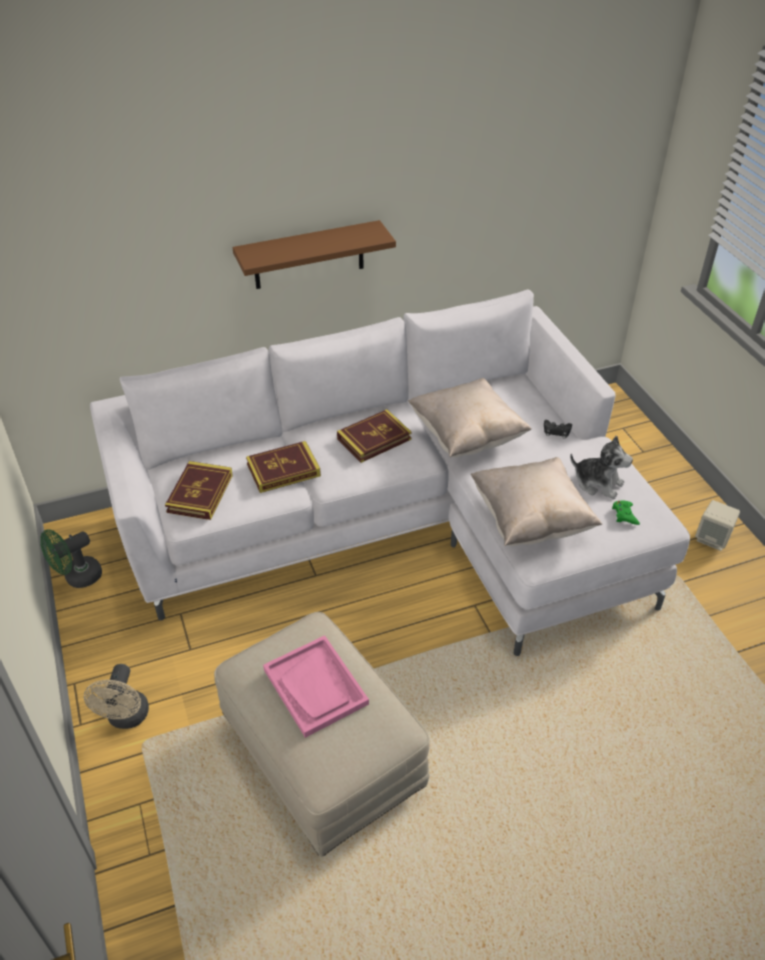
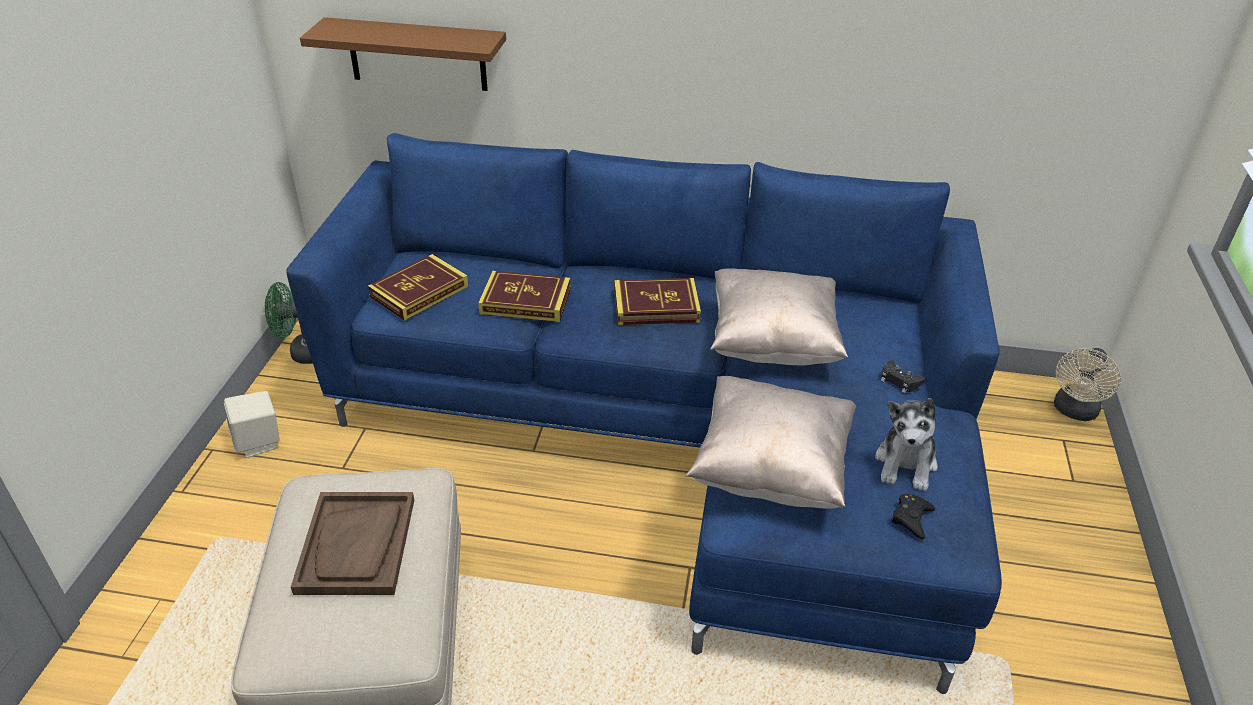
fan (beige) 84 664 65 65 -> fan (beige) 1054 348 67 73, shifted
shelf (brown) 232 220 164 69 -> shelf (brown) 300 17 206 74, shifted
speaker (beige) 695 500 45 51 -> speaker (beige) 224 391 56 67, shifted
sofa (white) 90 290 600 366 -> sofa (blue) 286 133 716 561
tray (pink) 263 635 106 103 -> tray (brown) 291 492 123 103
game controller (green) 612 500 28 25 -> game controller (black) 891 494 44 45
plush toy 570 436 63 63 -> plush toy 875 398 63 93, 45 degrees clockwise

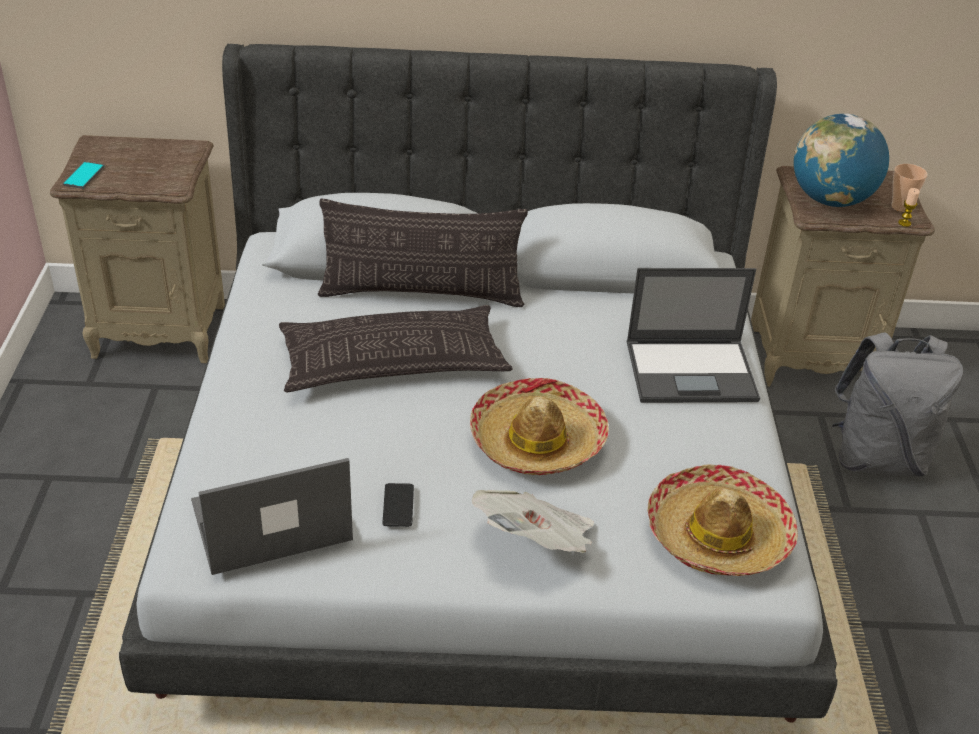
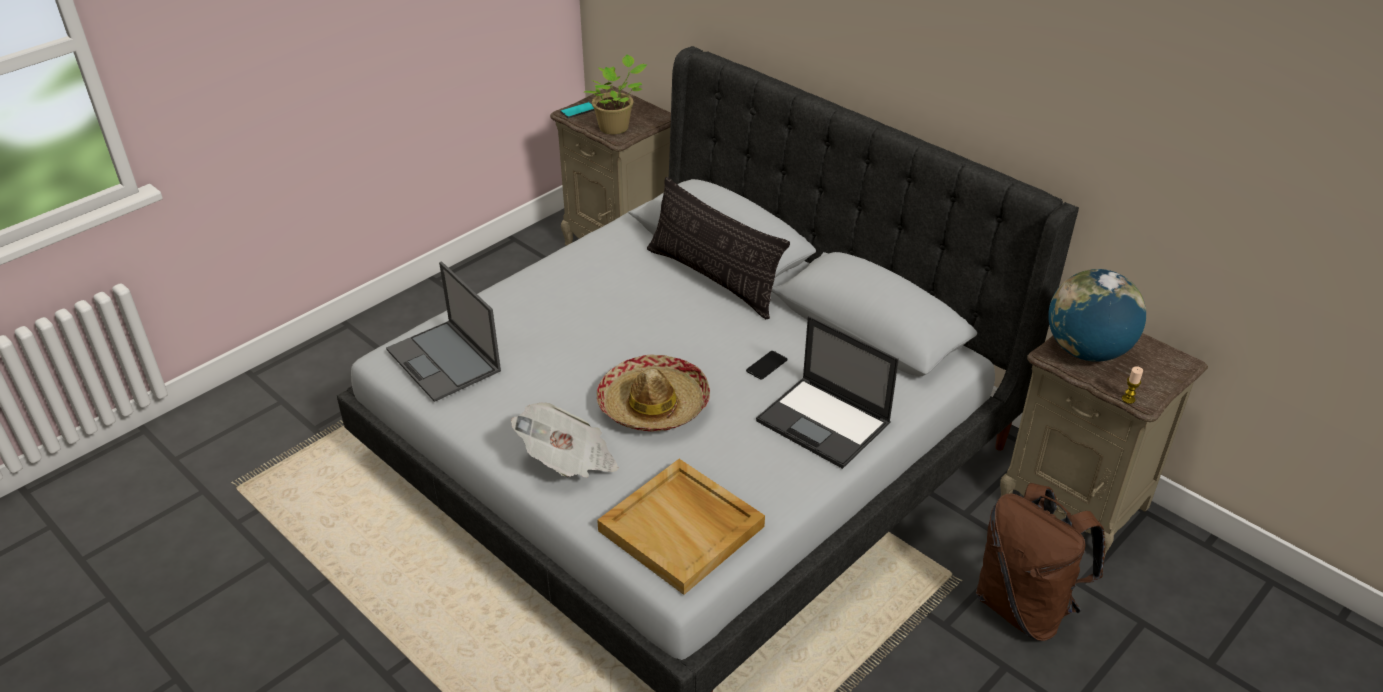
pillow 279 305 234 87 -> none
cup 891 164 37 48 -> none
none -> potted plant 583 54 64 80
phone 382 483 32 44 -> phone 746 351 42 28, shifted
hat 647 464 151 112 -> tray (beige) 597 459 168 136
backpack (grey) 832 332 131 145 -> backpack (brown) 976 483 129 158
laptop 191 458 162 117 -> laptop 386 261 115 141, 150 degrees counterclockwise

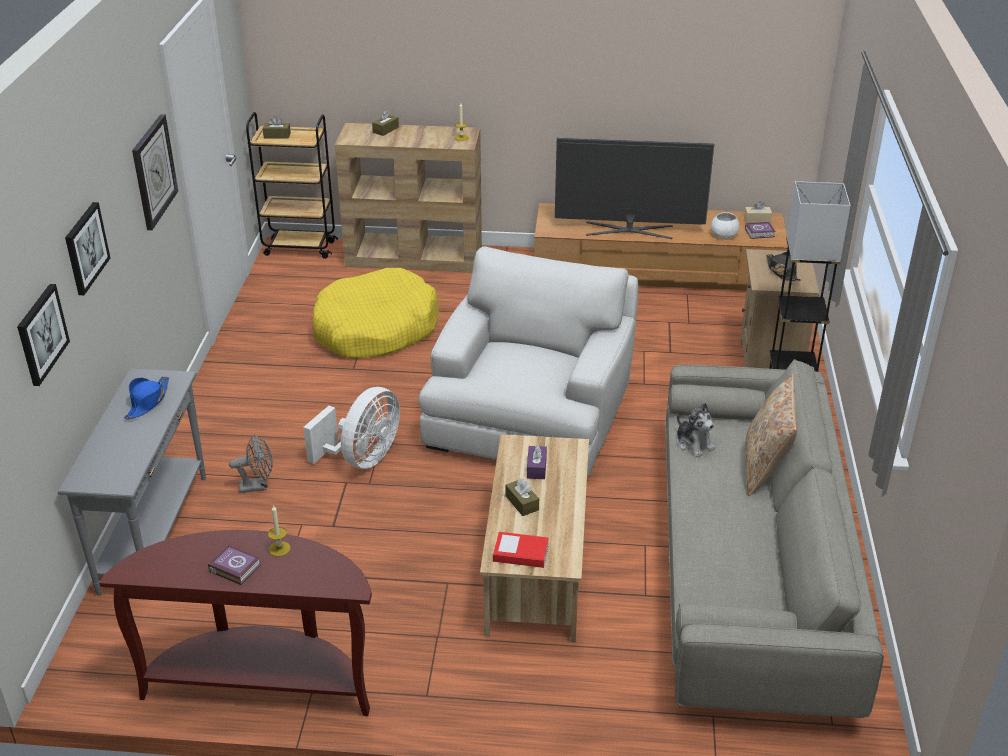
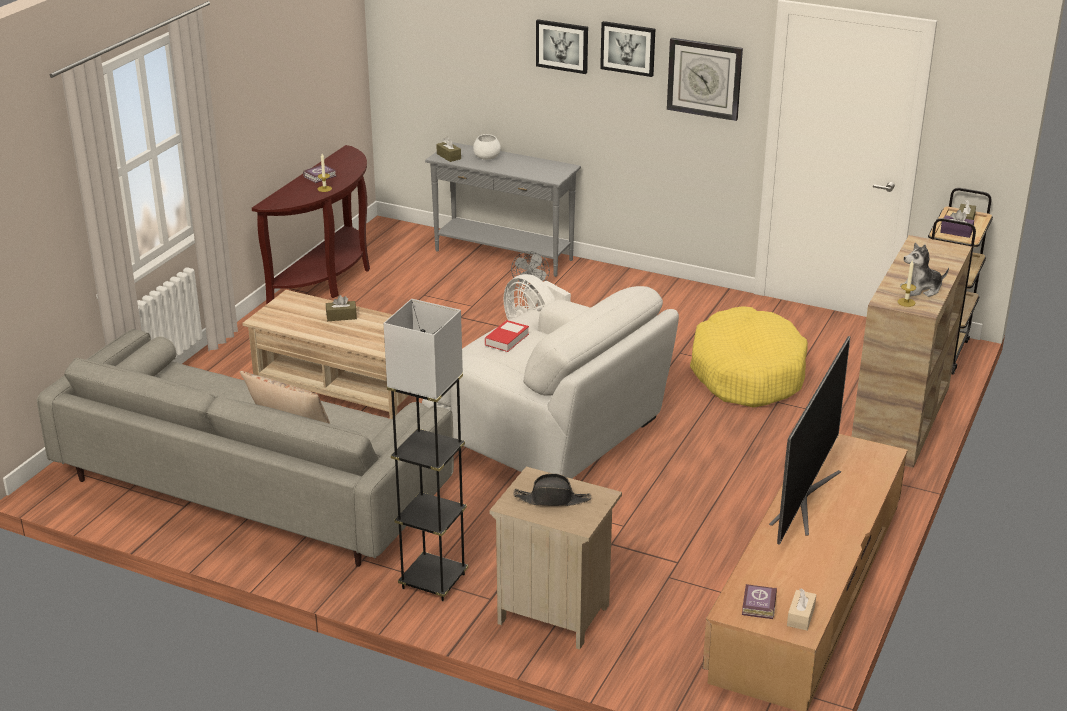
hat (blue) 124 377 45 42 -> none
picture 17 284 53 102 -> picture 600 21 55 56, shifted
tissue box (brown) 372 110 27 26 -> tissue box (brown) 436 137 25 25, shifted
book 493 532 56 36 -> book 485 320 44 32, shifted
tissue box (purple) 527 443 20 36 -> tissue box (purple) 940 210 34 28, shifted
plush toy 677 403 38 54 -> plush toy 900 243 49 54, shifted
bowl (white) 711 212 28 27 -> bowl (white) 473 134 28 26, shifted

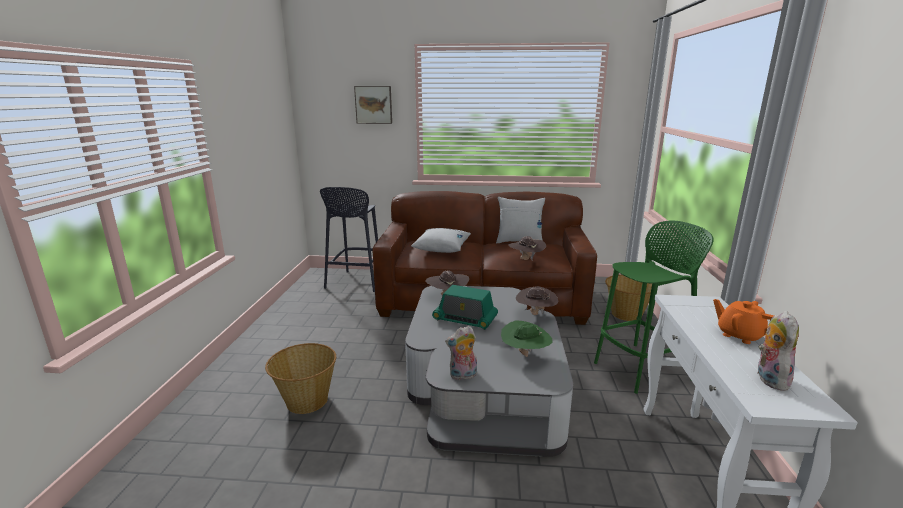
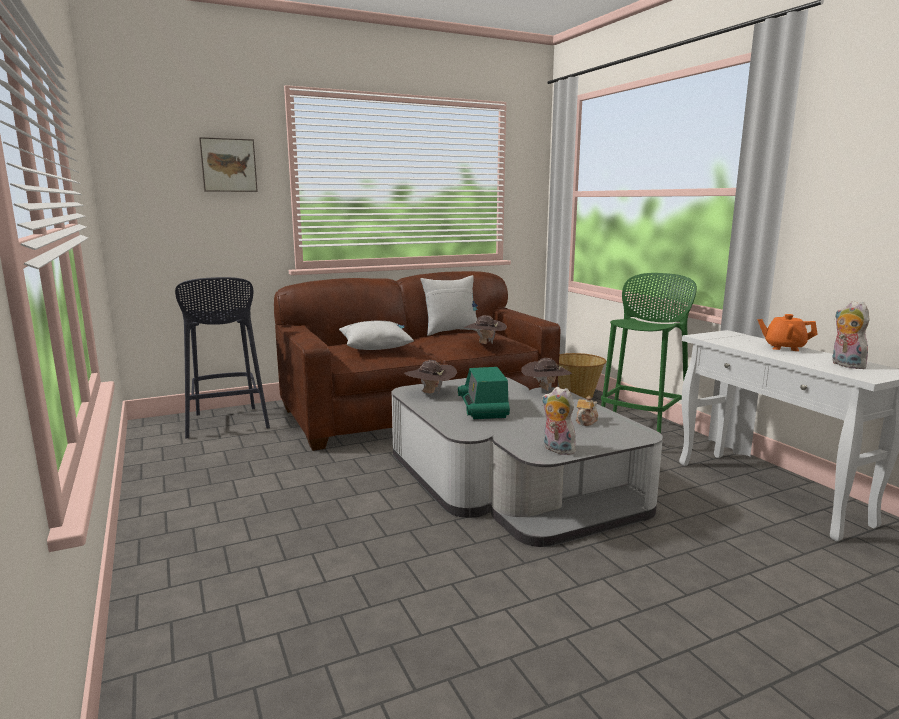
basket 265 343 71 71 -> none
hat (green) 501 320 52 37 -> teapot 576 396 22 30
radio 432 285 66 45 -> radio 458 367 52 52, 90 degrees clockwise
plush toy 445 326 32 54 -> plush toy 542 387 34 68, 90 degrees clockwise

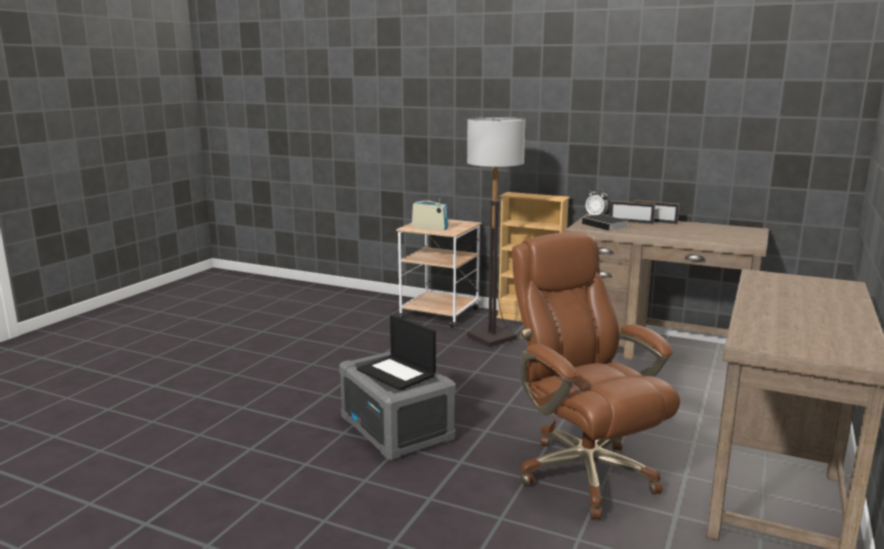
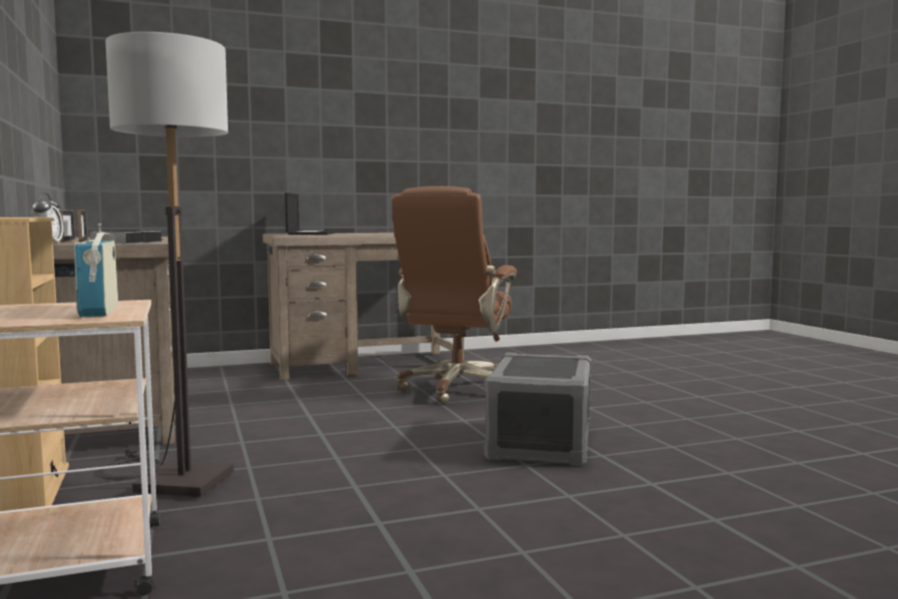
laptop 357 315 79 75 -> laptop 285 193 51 42, shifted

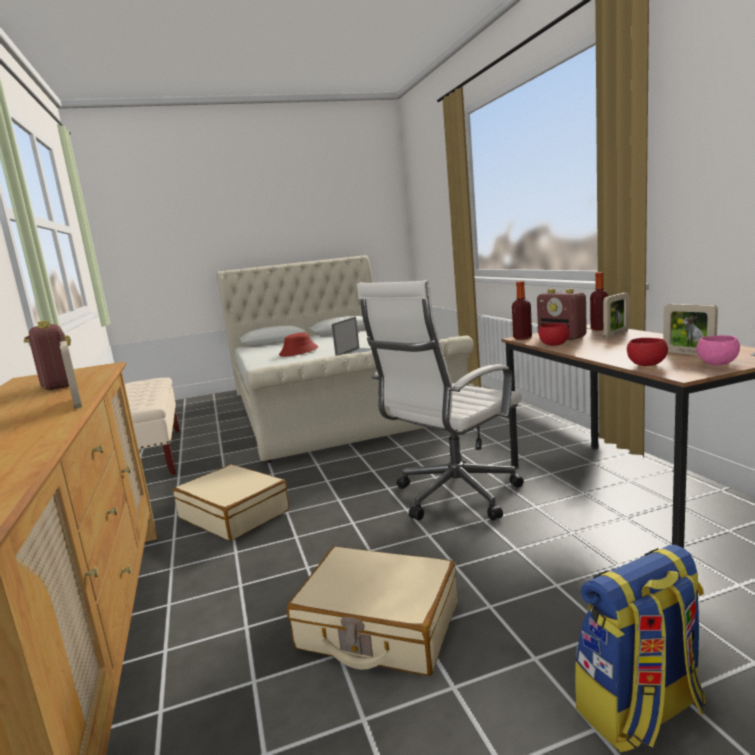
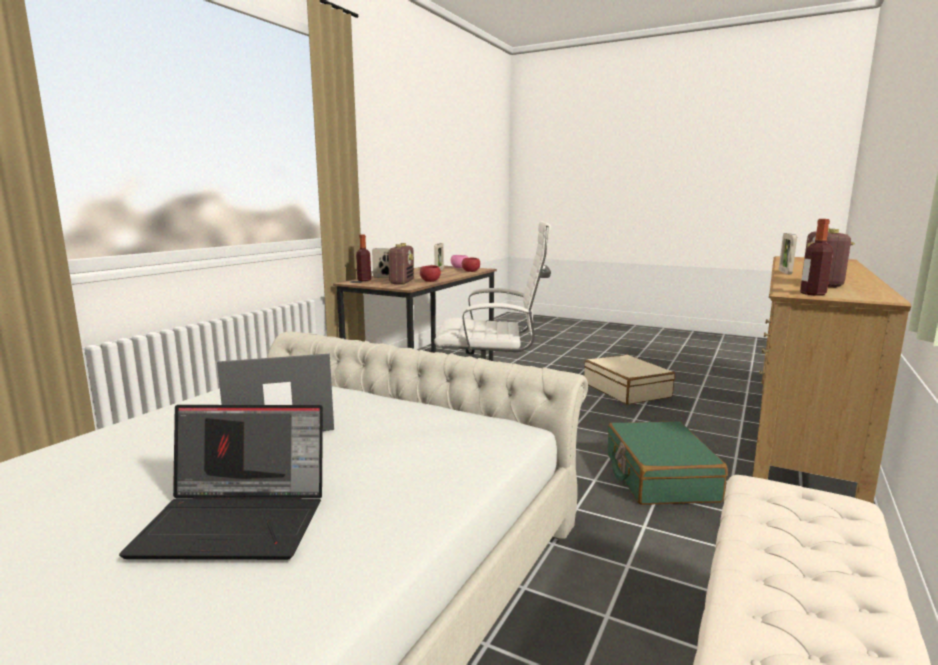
backpack 575 545 130 207 -> none
bottle 512 281 20 59 -> bottle 800 219 33 77, shifted
hat (red) 279 332 39 24 -> laptop 119 405 204 155
suitcase (beige) 173 464 116 77 -> suitcase (green) 607 421 121 84

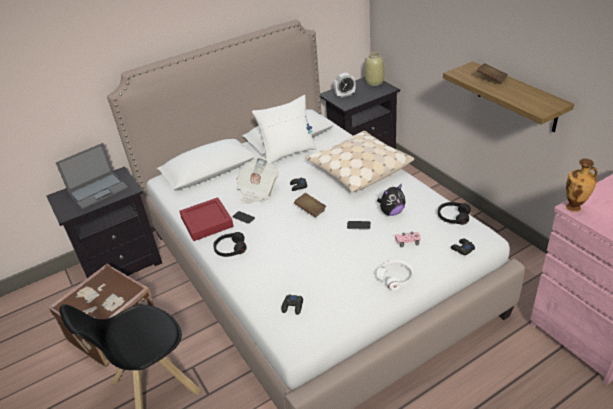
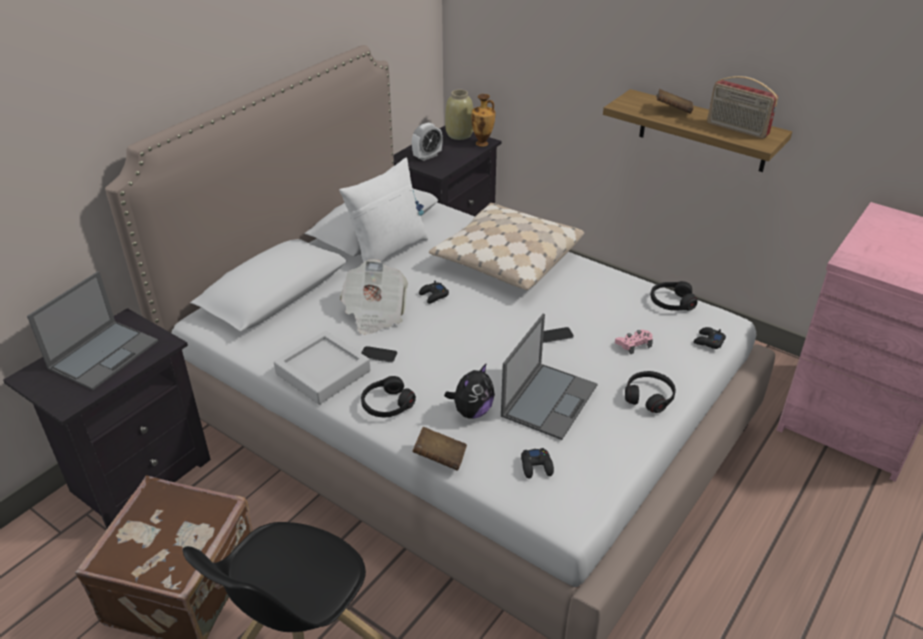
none -> laptop 501 314 96 126
none -> radio 707 76 71 63
book (brown) 294 193 32 24 -> book (brown) 413 427 54 44, shifted
plush toy 377 184 28 32 -> plush toy 444 363 51 56, shifted
vase 566 158 32 54 -> vase 471 94 24 53, shifted
tray (red) 179 197 55 44 -> tray (grey) 274 331 96 74
headphones (white) 376 260 37 30 -> headphones (black) 625 371 51 42

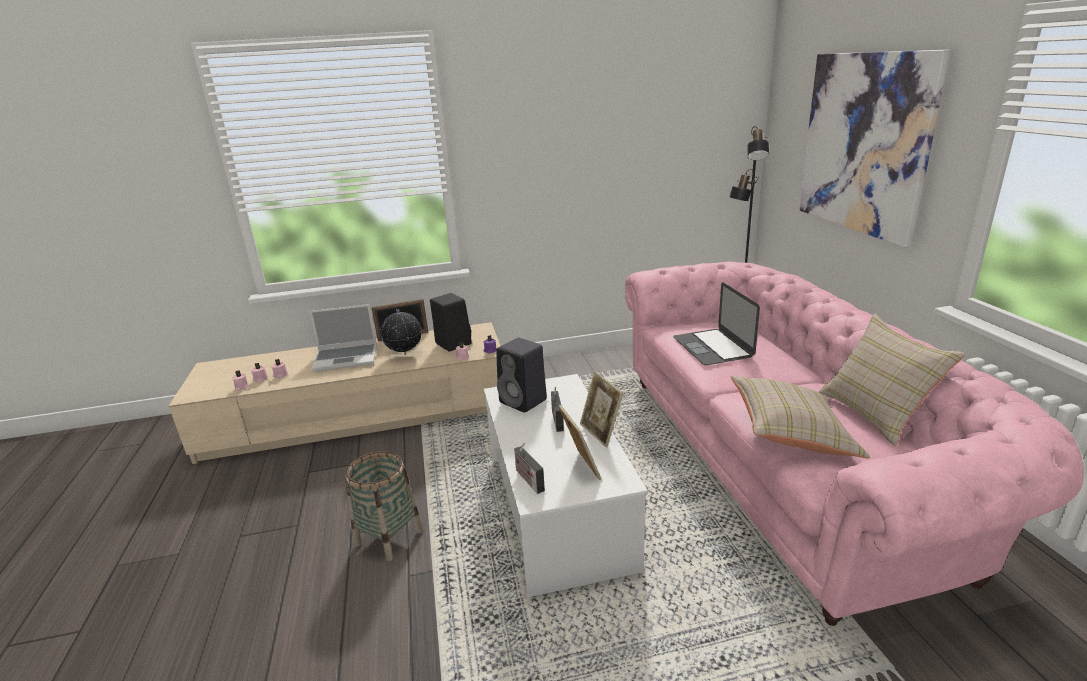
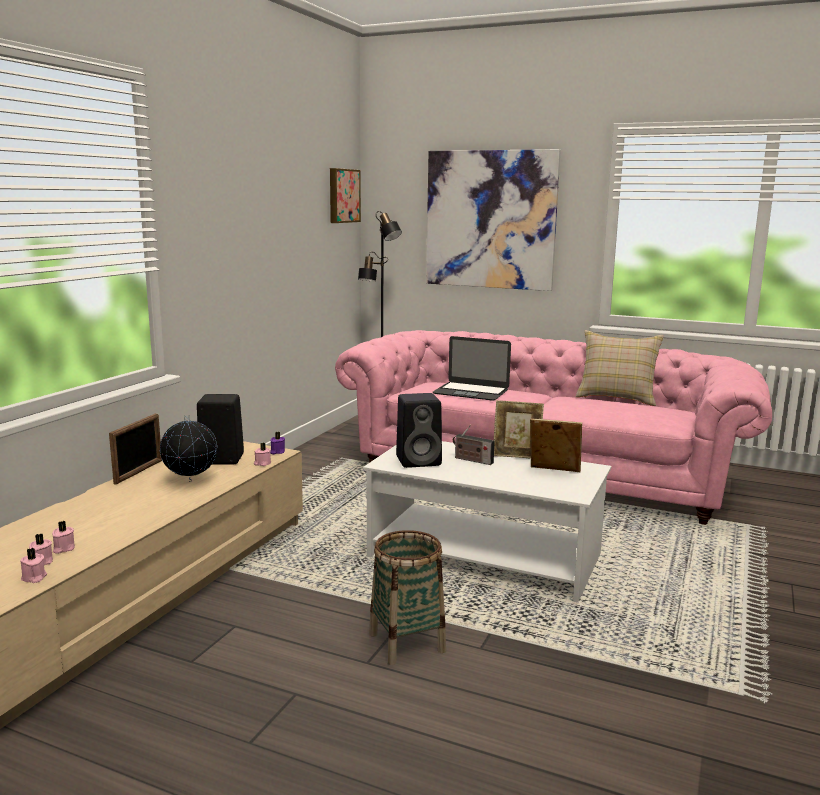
laptop 309 304 68 68 -> none
radio 514 442 31 52 -> none
pillow (beige) 731 376 139 83 -> none
none -> picture 330 168 31 55

